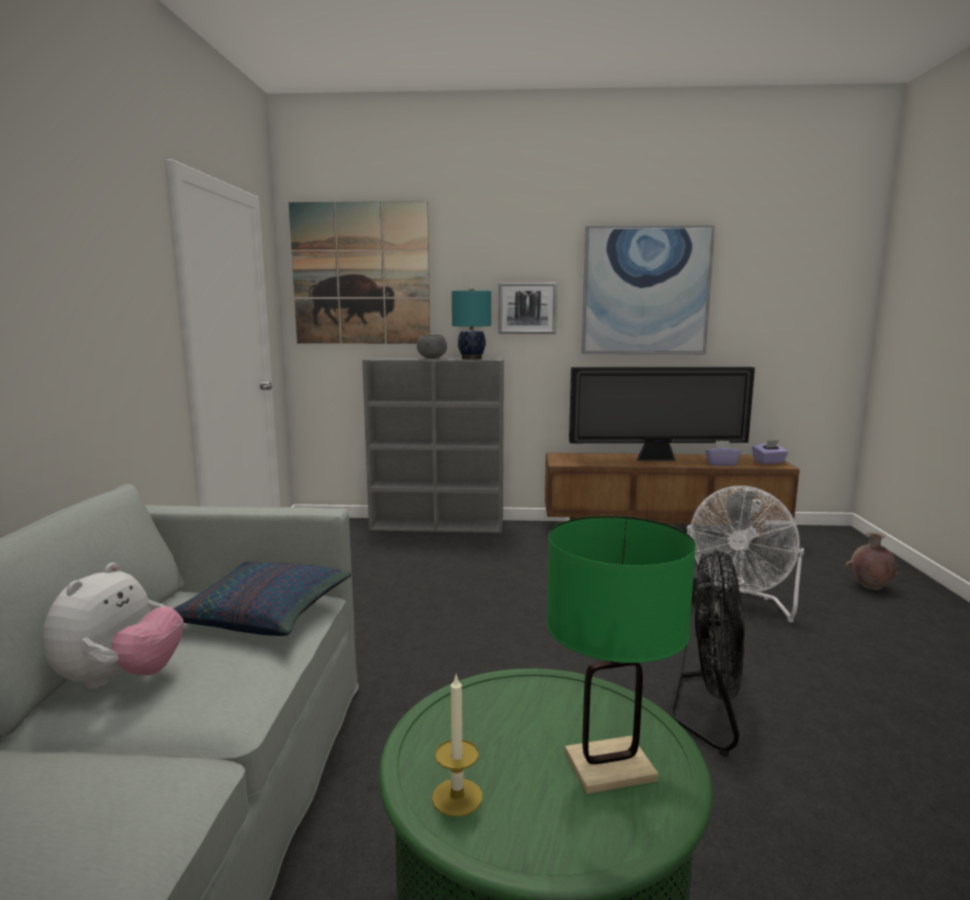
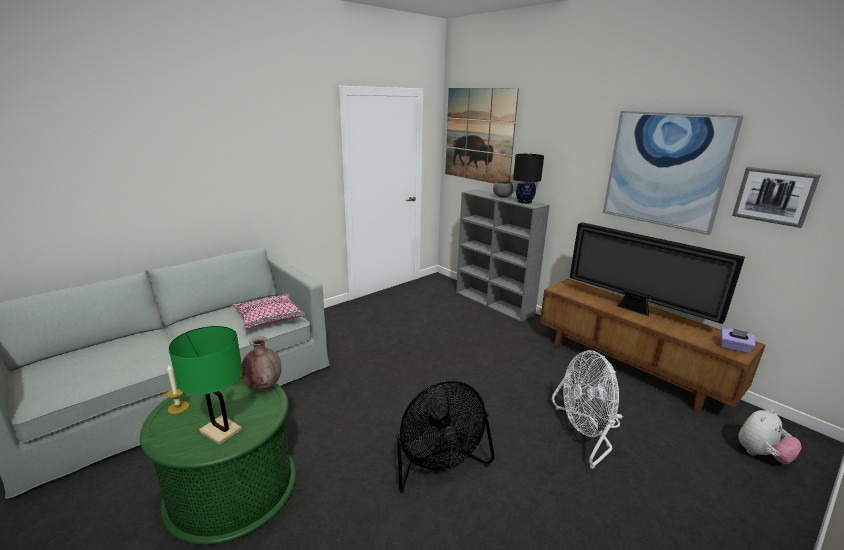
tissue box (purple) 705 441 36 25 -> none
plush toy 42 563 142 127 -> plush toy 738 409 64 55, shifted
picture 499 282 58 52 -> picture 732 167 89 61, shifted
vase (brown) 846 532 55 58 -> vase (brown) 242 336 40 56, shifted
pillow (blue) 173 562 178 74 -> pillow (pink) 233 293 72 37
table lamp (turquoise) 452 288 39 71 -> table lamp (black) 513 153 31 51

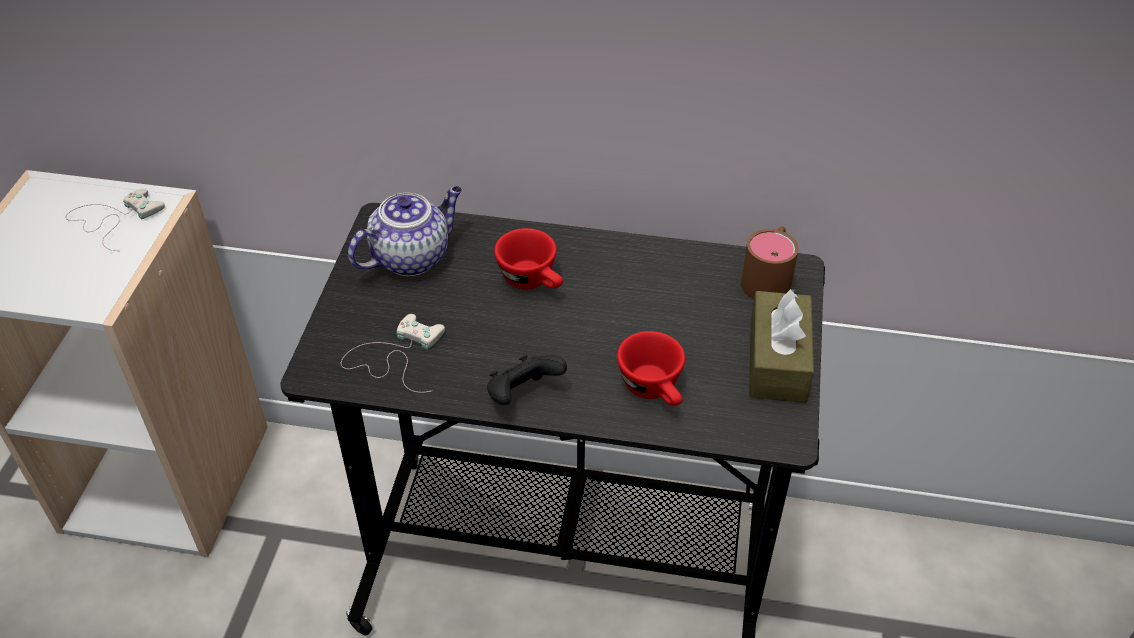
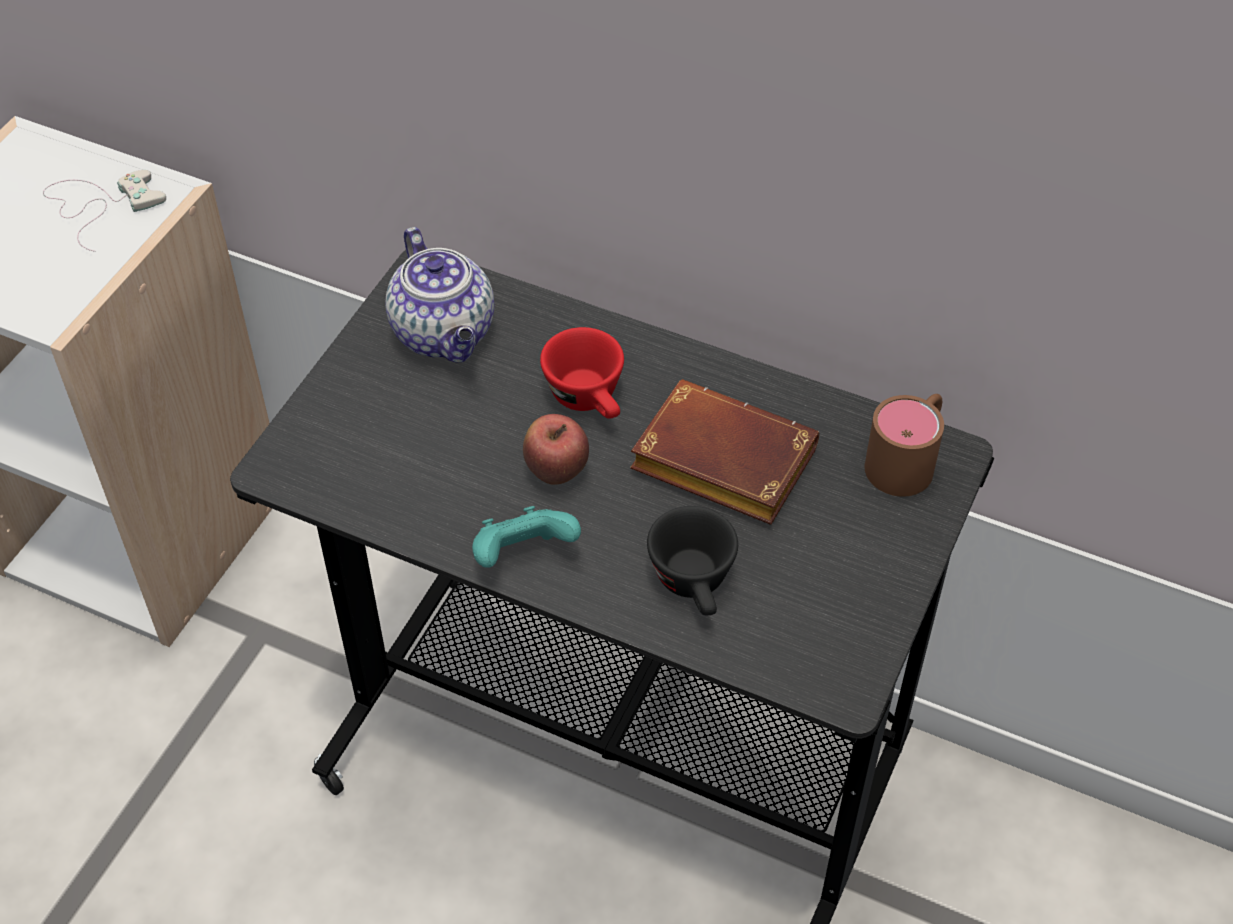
game controller (white) 341 314 104 79 -> none
tissue box (brown) 749 289 65 114 -> none
none -> apple 523 414 66 71
none -> book (brown) 630 379 190 146
game controller (black) 487 355 80 50 -> game controller (turquoise) 472 506 109 62
cup (red) 617 331 68 75 -> cup (black) 647 506 91 109
teapot 348 186 114 90 -> teapot 385 227 109 135, 90 degrees clockwise

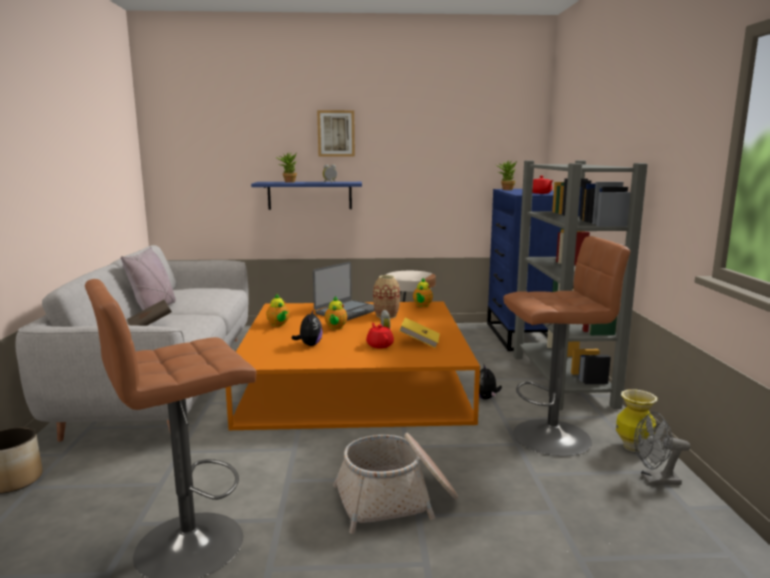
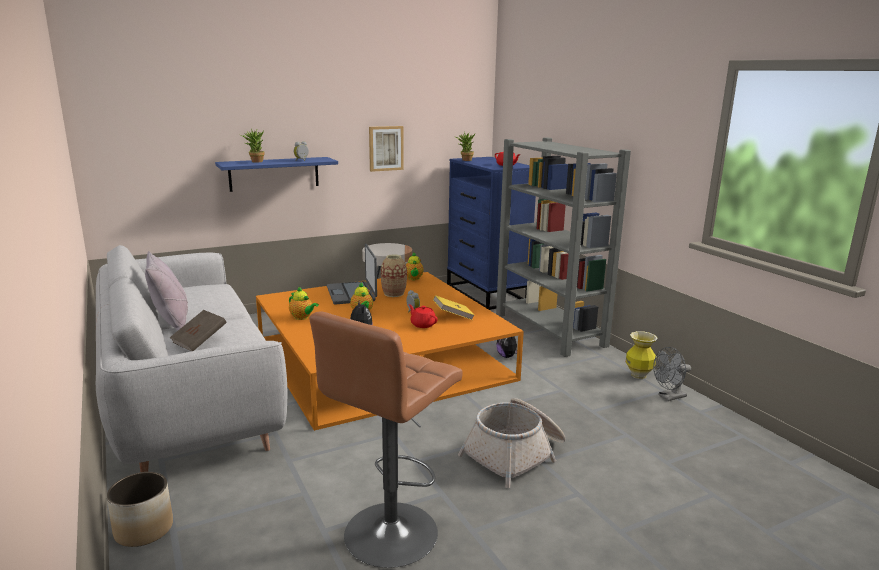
stool (brown) 504 236 126 220 -> none
picture 317 110 38 47 -> picture 369 126 35 46, shifted
laptop 313 262 62 59 -> laptop 327 243 50 62, 150 degrees clockwise

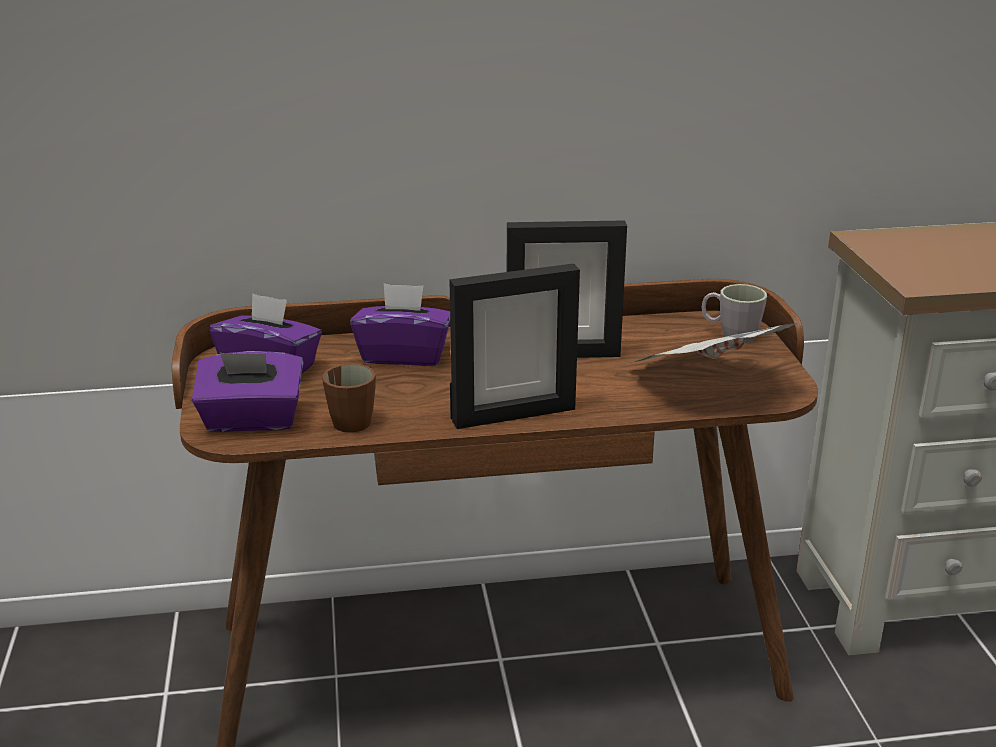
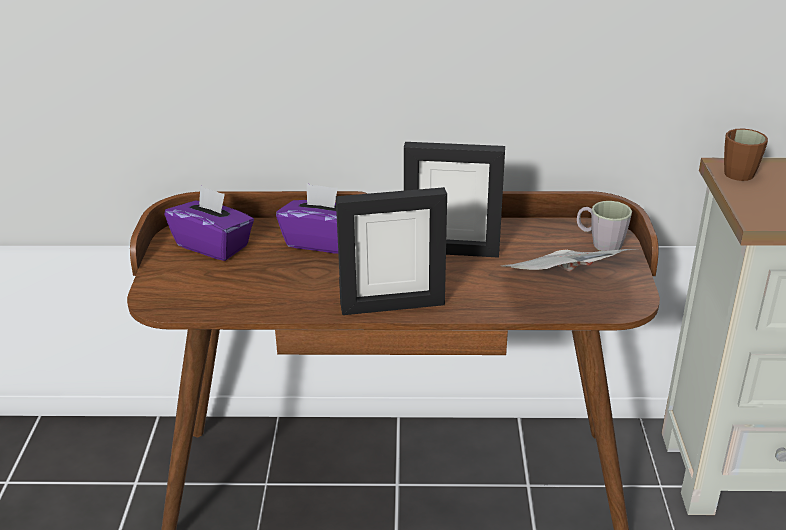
tissue box (purple) 192 351 111 81 -> none
mug (brown) 322 363 54 70 -> mug (brown) 724 129 44 52, shifted

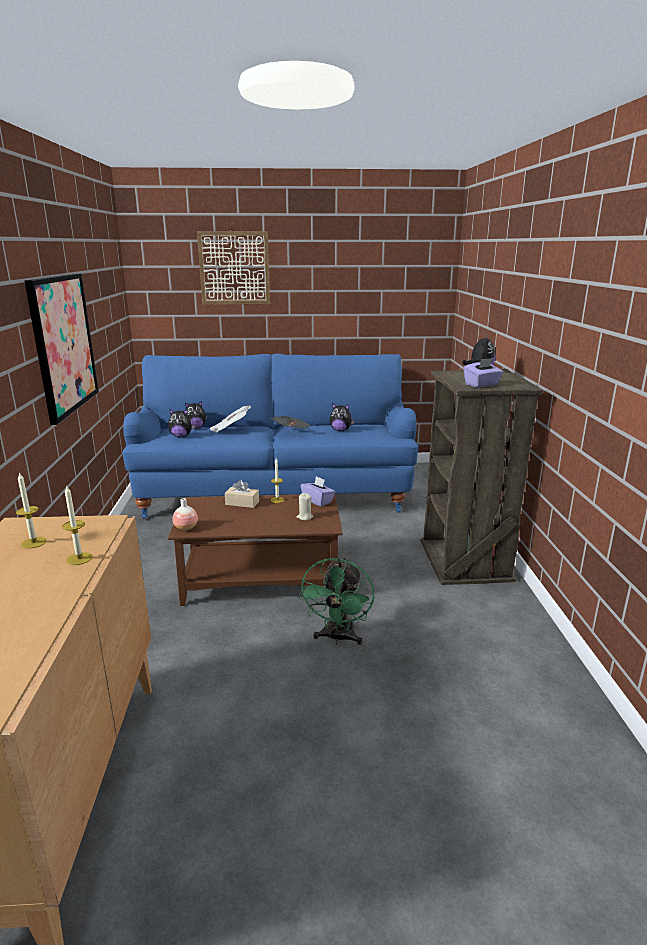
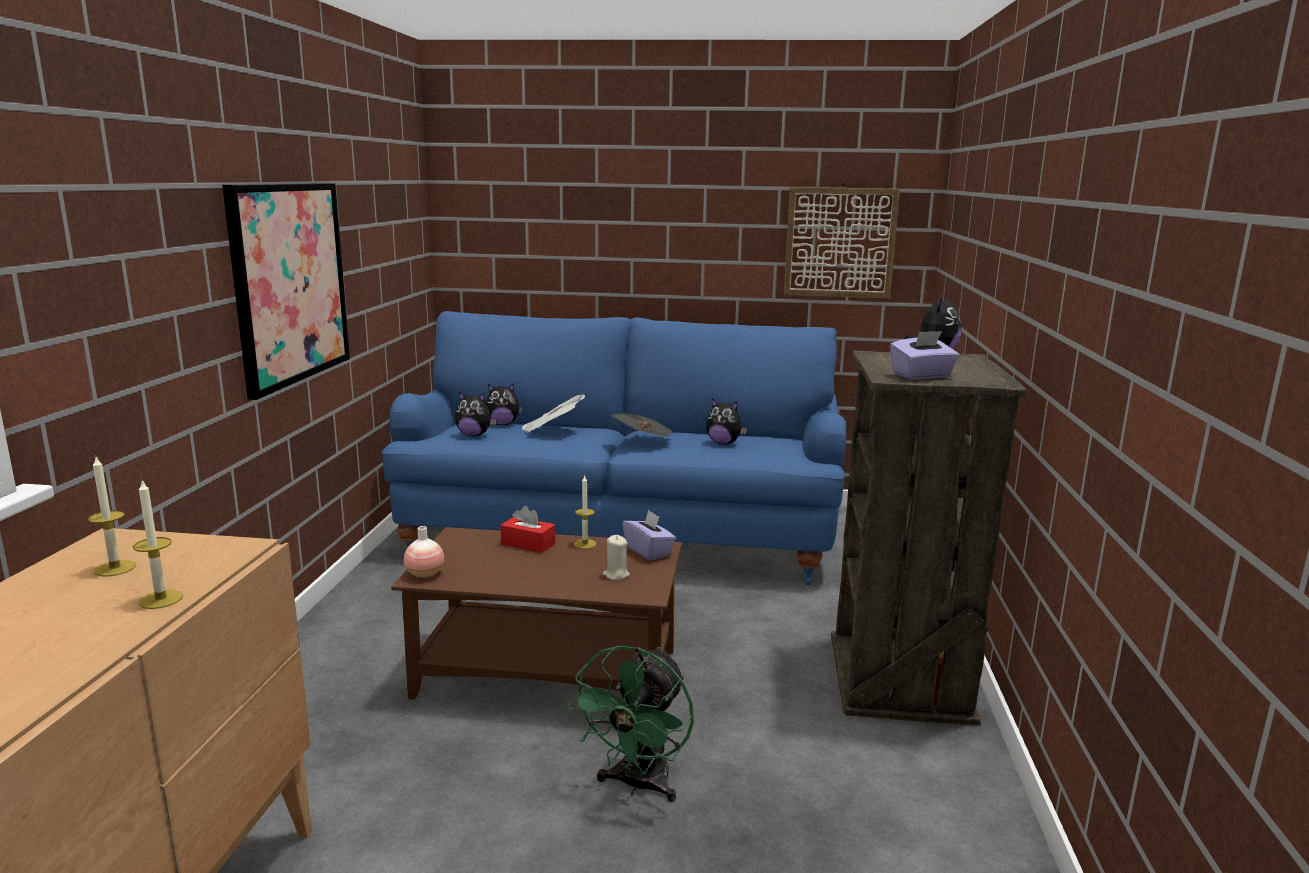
picture 197 229 73 75 -> picture 784 184 116 114, shifted
tissue box (beige) 225 480 34 28 -> tissue box (red) 501 506 55 47

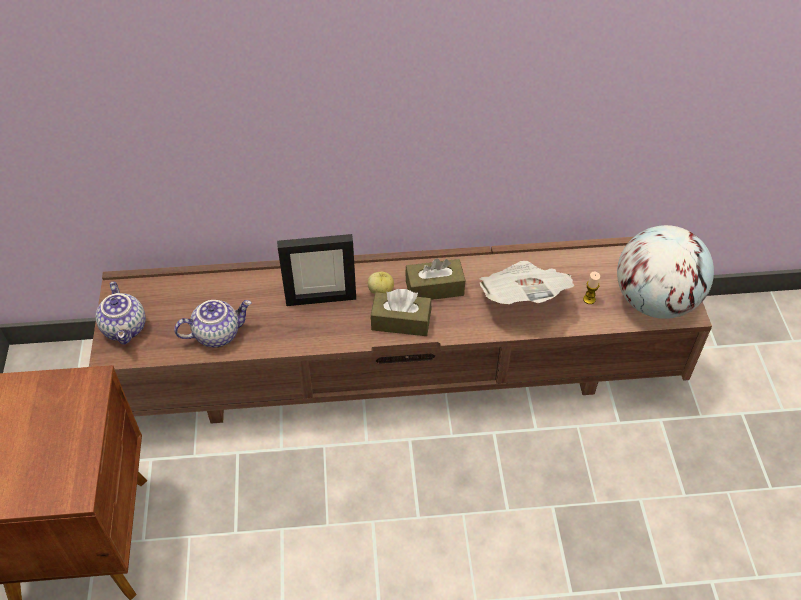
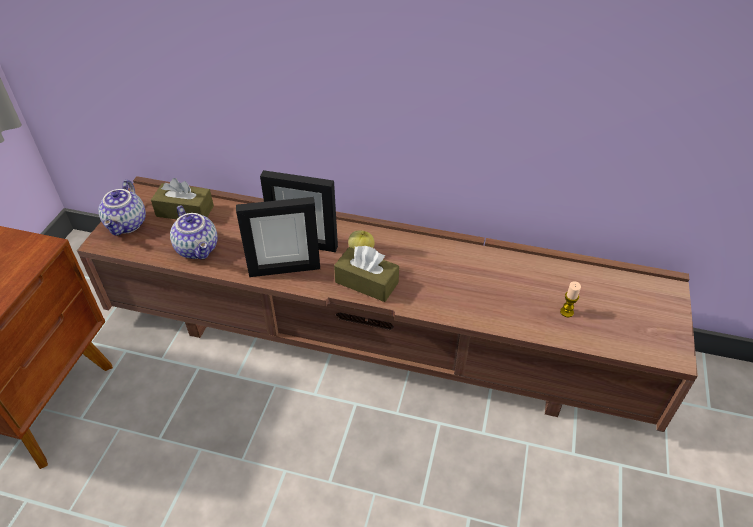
newspaper 479 261 96 43 -> none
globe 617 225 97 94 -> none
none -> picture frame 236 197 84 80
tissue box (brown) 405 258 60 42 -> tissue box (brown) 151 178 63 42, shifted
teapot 174 300 78 47 -> teapot 170 205 48 54, 60 degrees clockwise

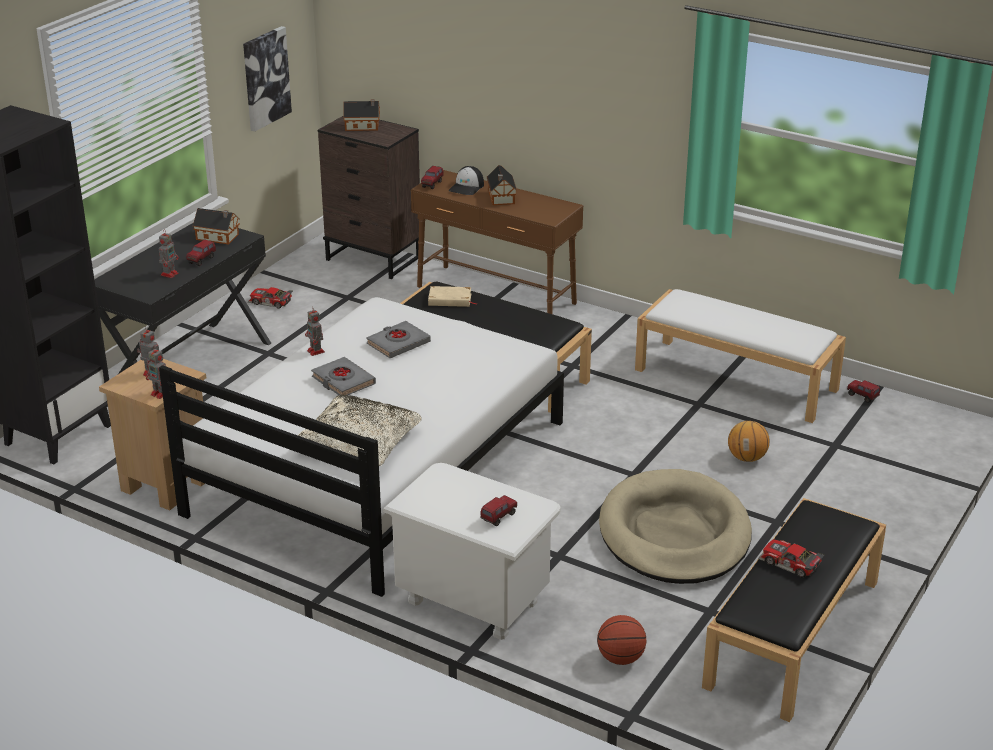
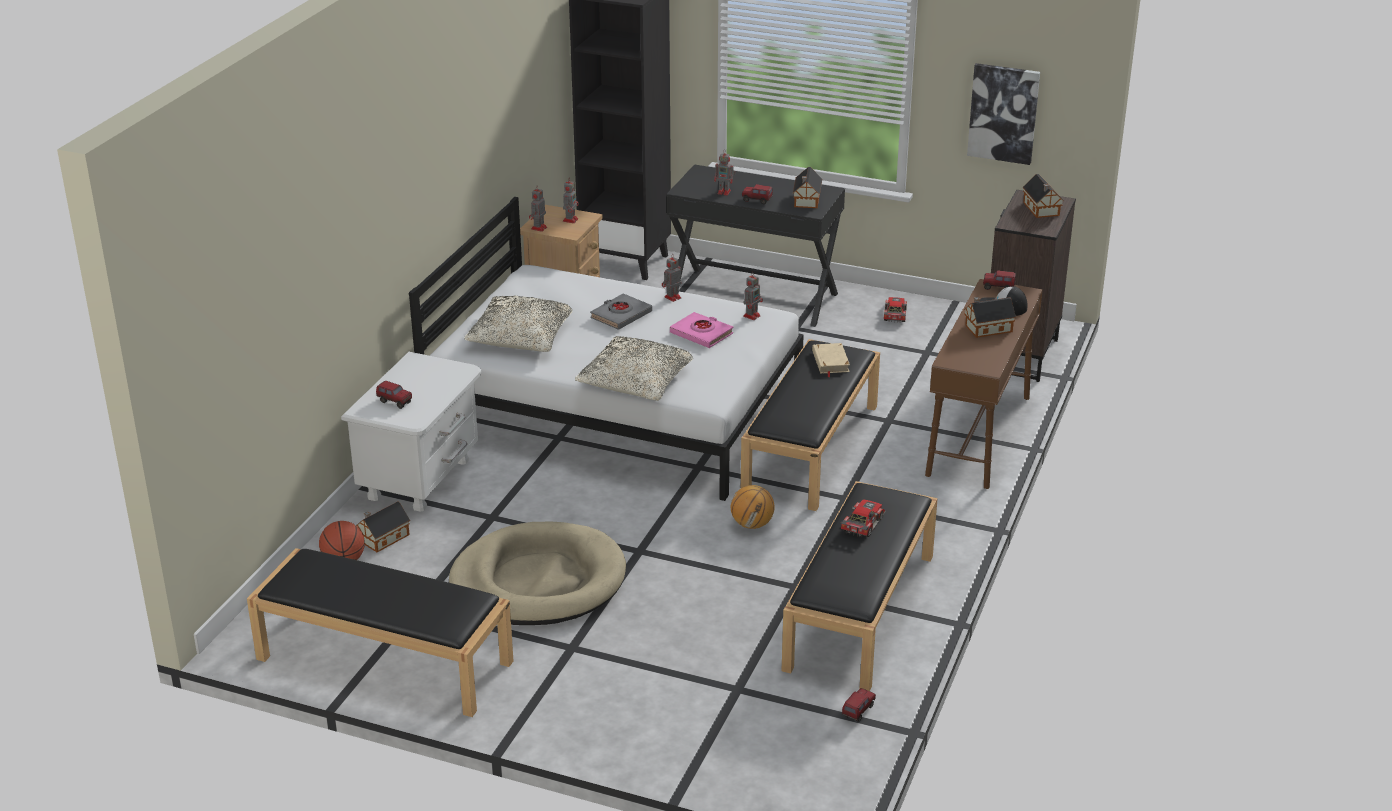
none -> toy house 356 502 54 50
none -> pillow (beige) 575 336 118 65
none -> toy robot 743 272 20 48
basketball 728 421 42 41 -> basketball 731 485 44 44, shifted
toy car 758 539 67 39 -> toy car 841 499 45 38, shifted
book (grey) 366 321 65 37 -> book (pink) 670 312 63 36
bench (white) 635 289 211 134 -> bench (black) 782 481 156 210

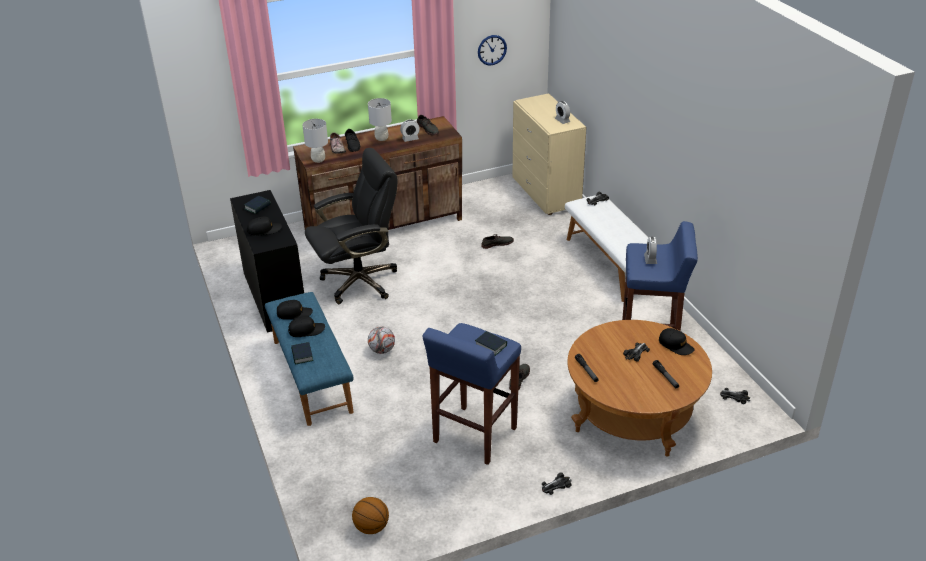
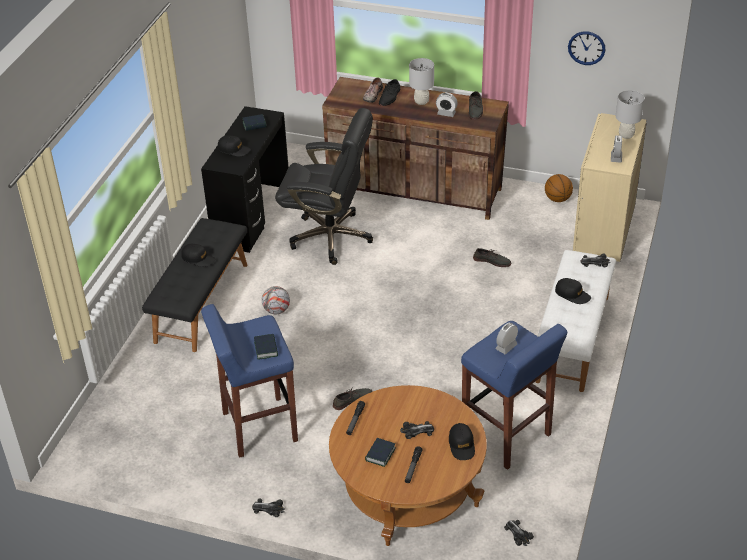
cap (black) 277 300 36 20 -> cap (black) 555 278 36 26, shifted
book 291 342 22 22 -> book 365 438 31 29, shifted
table lamp (grey) 302 119 26 44 -> table lamp (grey) 616 90 28 49, shifted
basketball 352 497 37 37 -> basketball 545 174 28 28, shifted
bench (blue) 265 292 88 134 -> bench (black) 142 218 106 134

